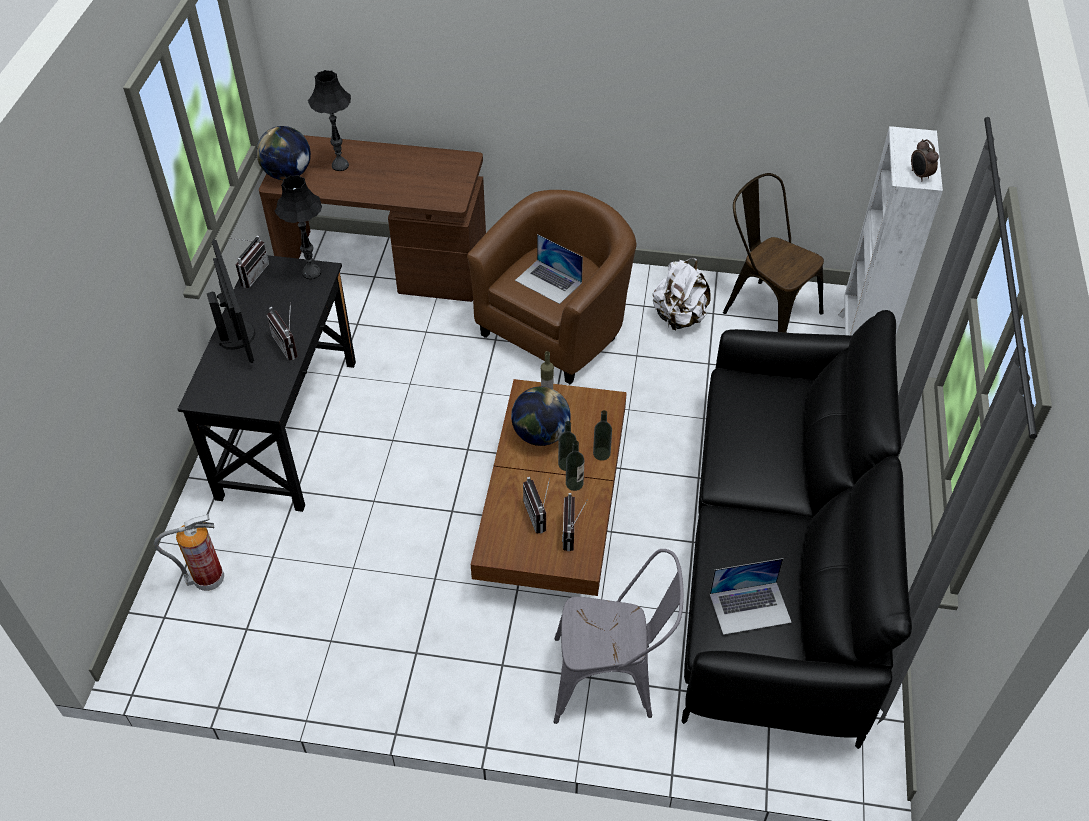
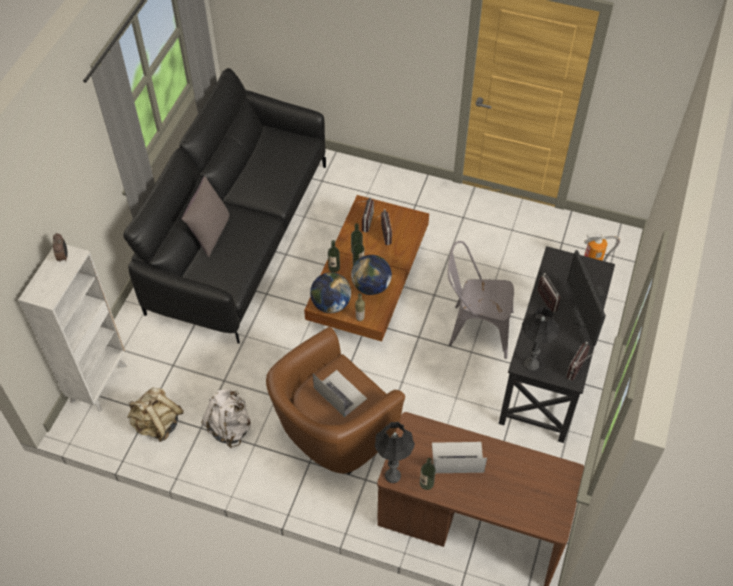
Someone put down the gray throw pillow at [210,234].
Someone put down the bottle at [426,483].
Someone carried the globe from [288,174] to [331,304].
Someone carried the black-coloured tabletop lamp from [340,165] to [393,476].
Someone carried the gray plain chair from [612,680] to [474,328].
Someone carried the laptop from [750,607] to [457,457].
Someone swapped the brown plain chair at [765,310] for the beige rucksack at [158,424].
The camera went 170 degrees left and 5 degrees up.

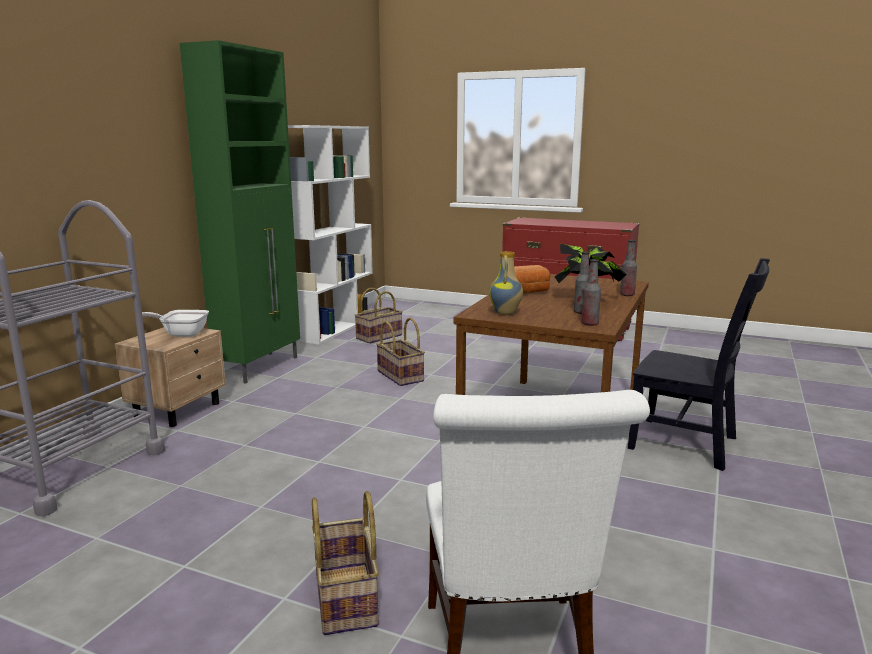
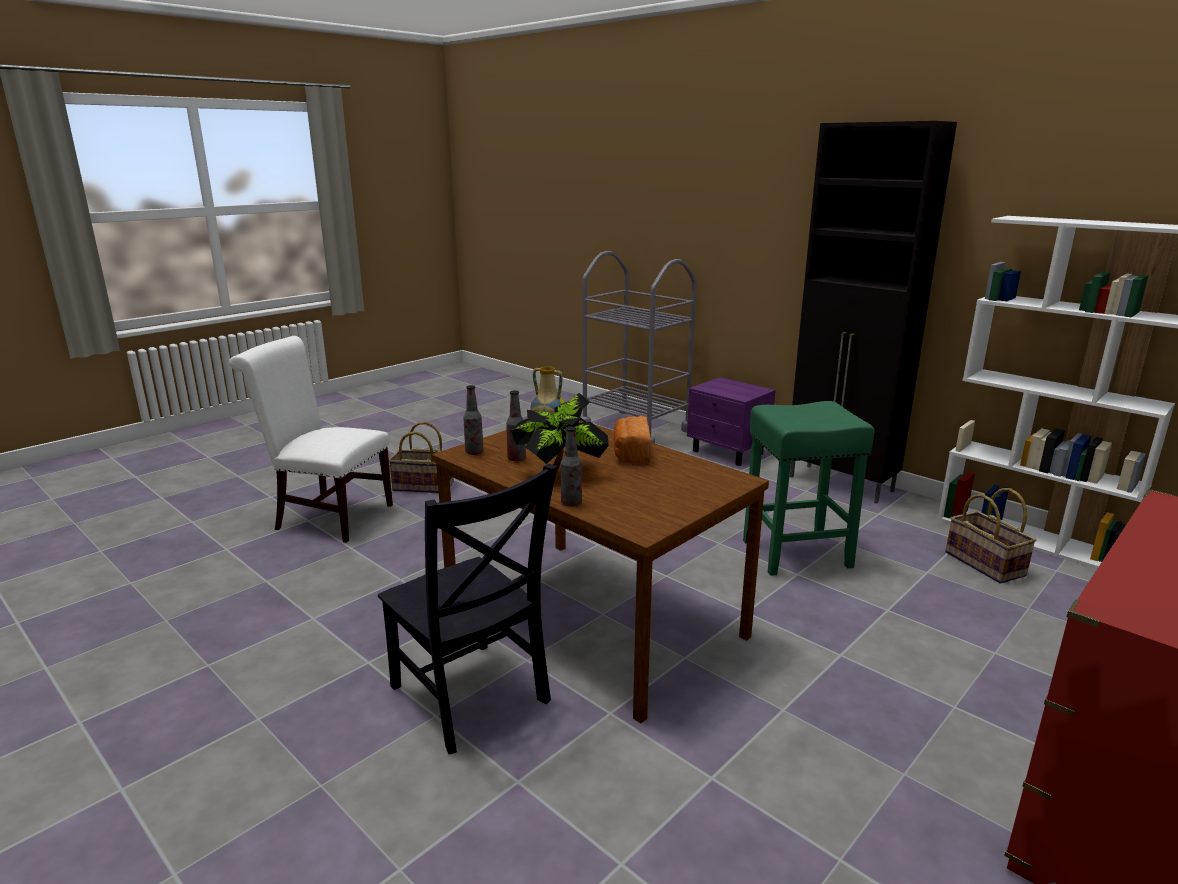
Someone took away the skillet at [181,334].
Someone swapped the storage basket at [401,376] for the green stool at [794,554].
Someone repainted the beige bedside table at [179,410], which became the purple bedside table at [728,452].
Someone repainted the green cupboard at [260,367], which became the black-coloured cupboard at [841,484].
Someone rotated the black-coloured plain chair at [688,444] by 90 degrees counterclockwise.
The camera went 110 degrees right and 5 degrees up.

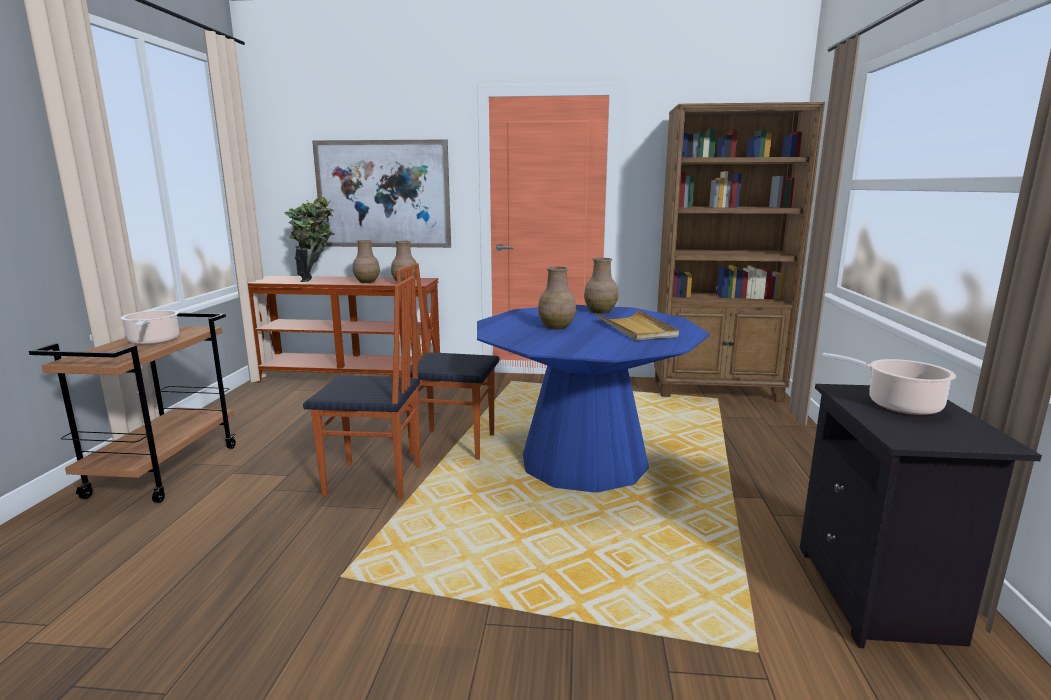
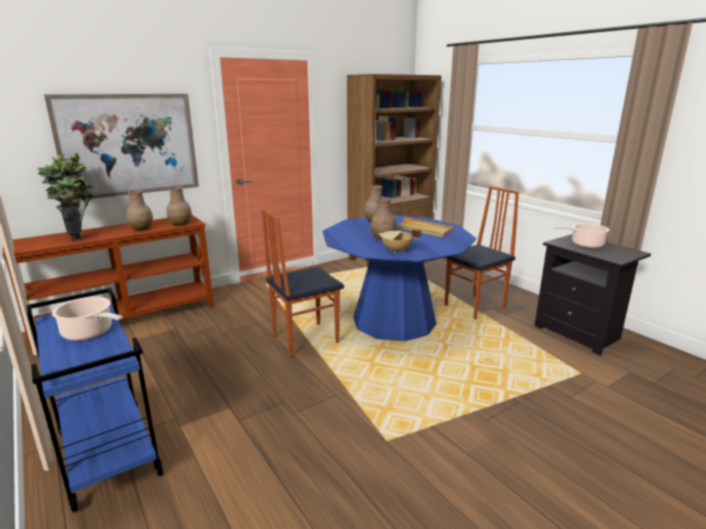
Someone put down the beige saucepot at [396,251].
Someone carried the plain chair from [374,481] to [475,307].
Someone repainted the brown trolley at [165,470], which became the bluish trolley at [107,453].
The camera went 40 degrees left and 5 degrees up.

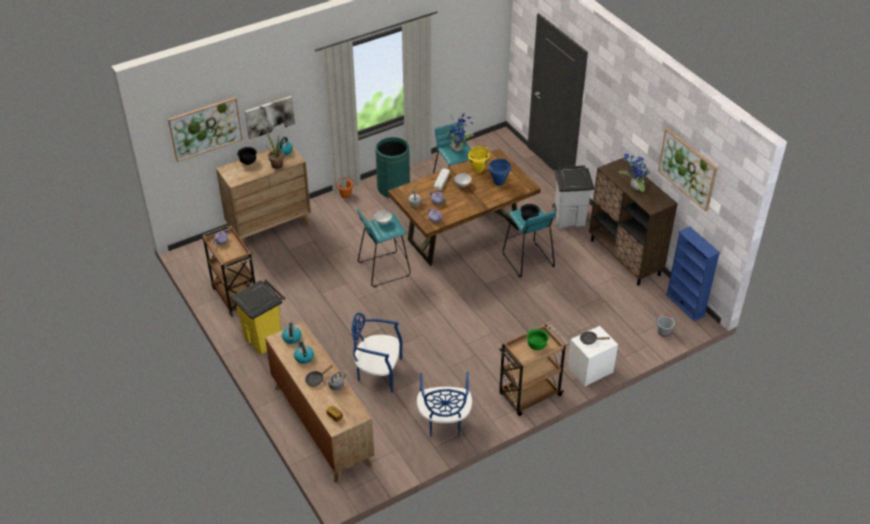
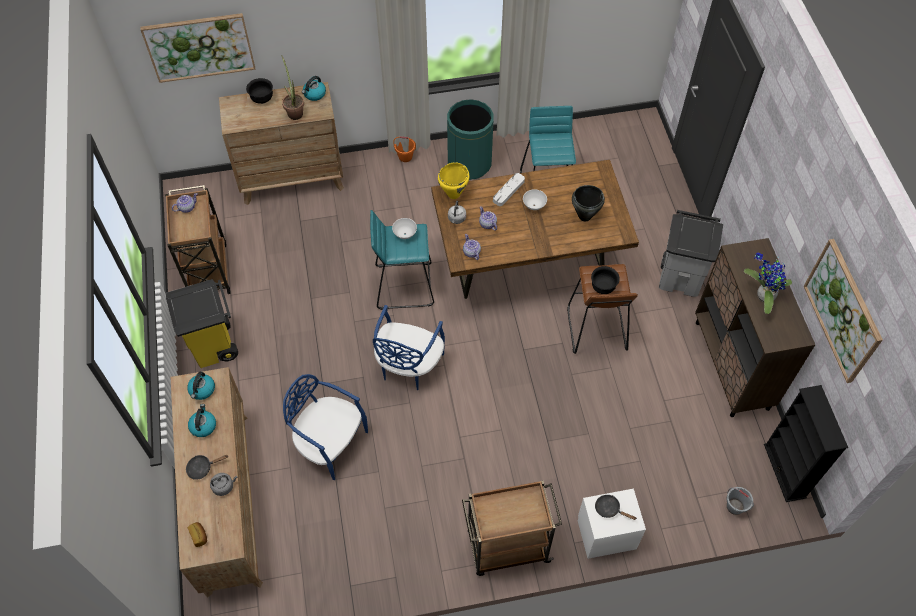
Someone took away the wall art at [269,116].
Someone took away the plant in a pot at [458,148].
Someone took away the green serving bowl at [536,346].
Someone carried the bluish plain chair from [444,422] to [408,366].
Someone carried the yellow-coloured saucepot from [478,170] to [454,194].
Someone repainted the bluish saucepot at [498,182], which became the black-coloured saucepot at [584,216].
Someone repainted the turquoise stool at [527,260], which became the brown stool at [596,329].
Someone repainted the bluish bookshelf at [685,305], which became the black-coloured bookshelf at [784,471].
The camera went 20 degrees right and 15 degrees up.

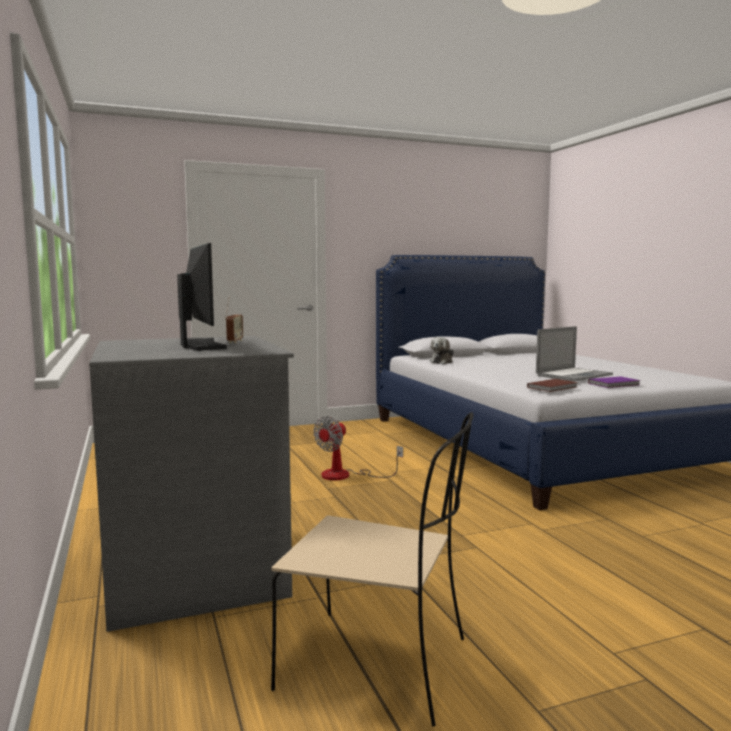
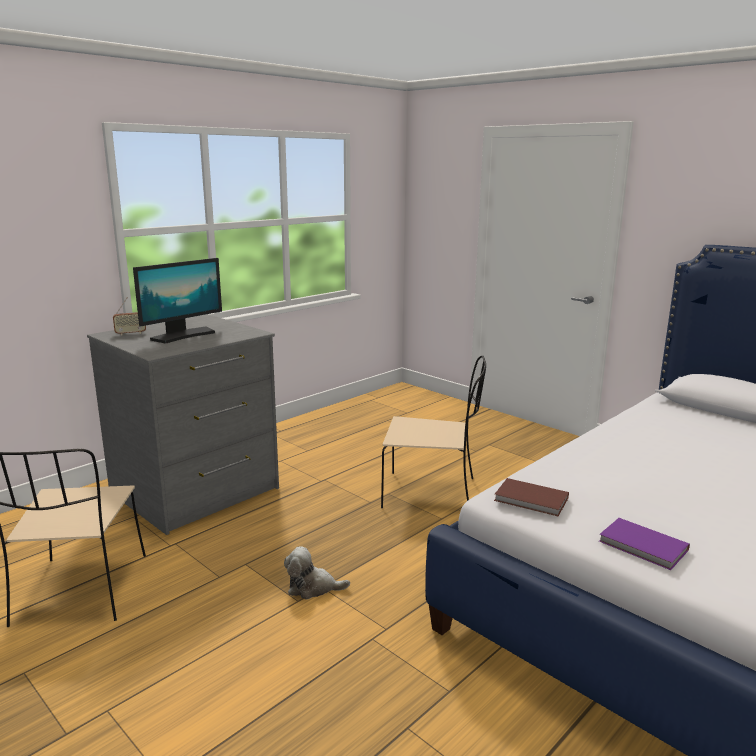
Someone took away the laptop at [574,375].
Someone carried the radio set from [234,342] to [130,333].
Someone carried the soft toy from [442,362] to [312,587].
Someone swapped the electric fan at [346,475] for the beige plain chair at [432,493].
The camera went 65 degrees right and 10 degrees up.

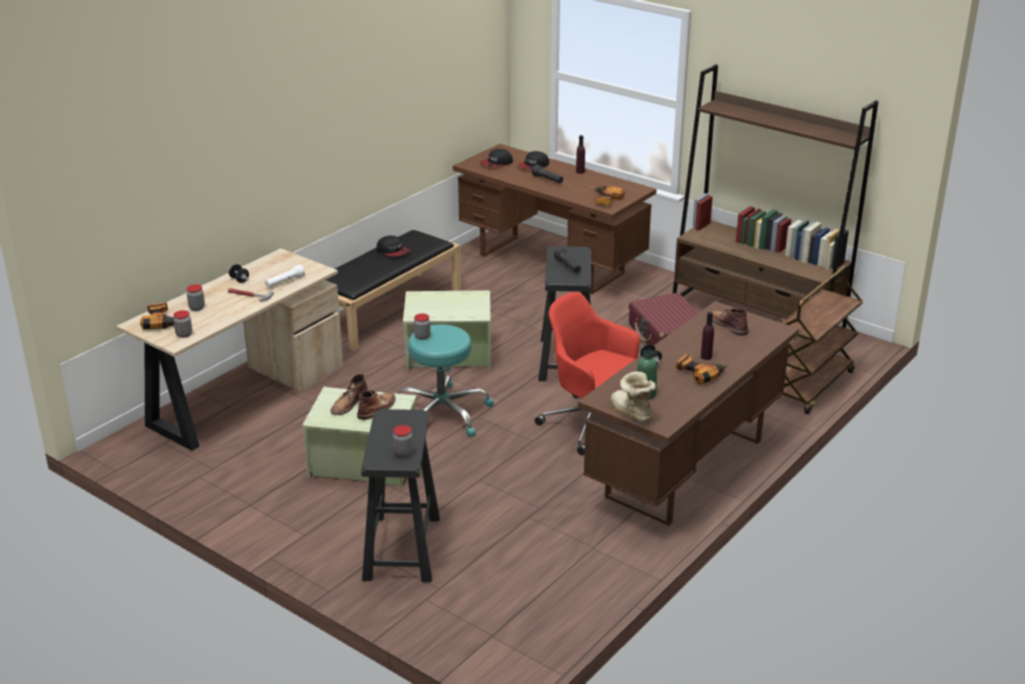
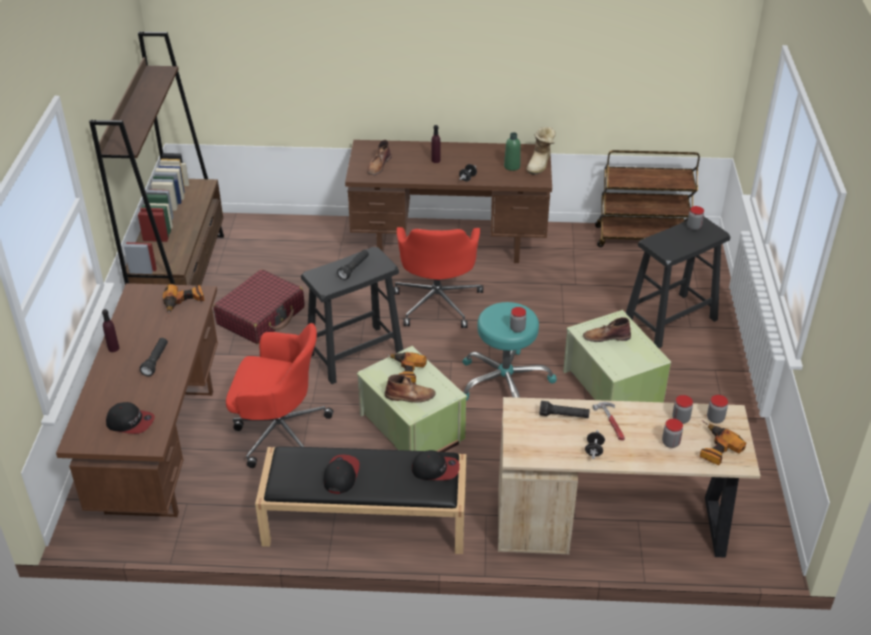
Someone put down the red office chair at [279,432].
Someone put down the preserve jar at [680,419].
Someone carried the brown tall boot from [349,404] to [410,396].
Someone carried the baseball cap from [533,166] to [435,469].
Someone carried the electric drill from [700,372] to [404,371].
Someone carried the brown trolley from [811,387] to [642,237].
Someone repainted the white-coloured hand torch at [284,282], which became the black-coloured hand torch at [564,416].
The camera went 125 degrees left and 10 degrees up.

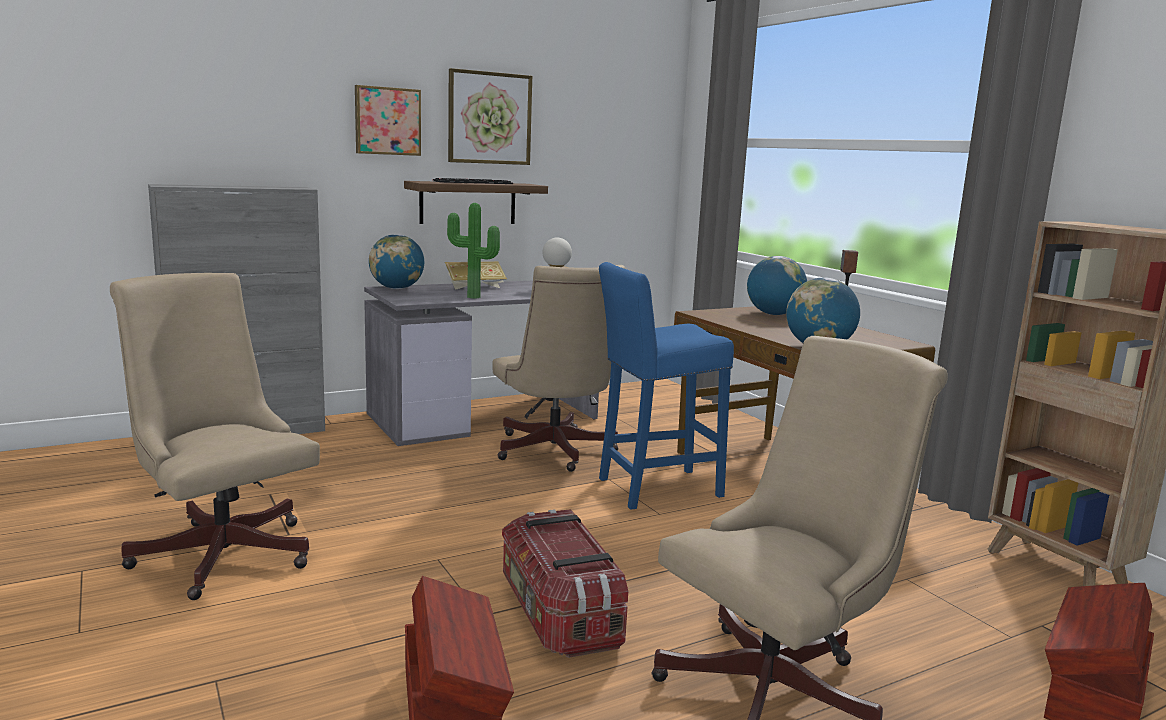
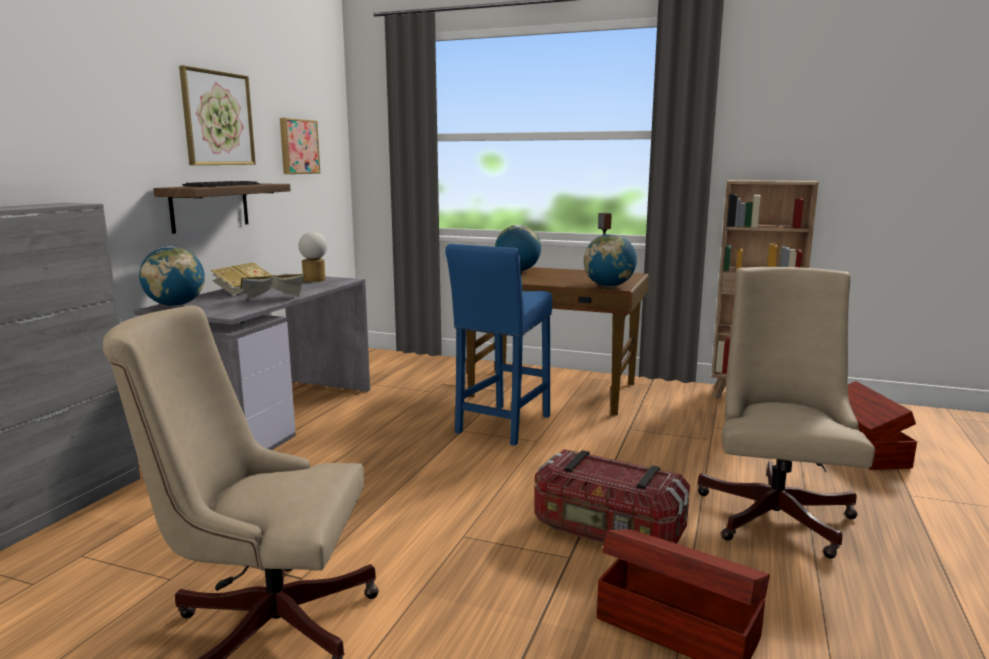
Someone took away the beige office chair at [555,452].
Someone carried the wall art from [387,121] to [298,146].
Someone swapped the plant in a pot at [472,297] for the volume at [274,299].
The camera went 40 degrees left and 0 degrees up.

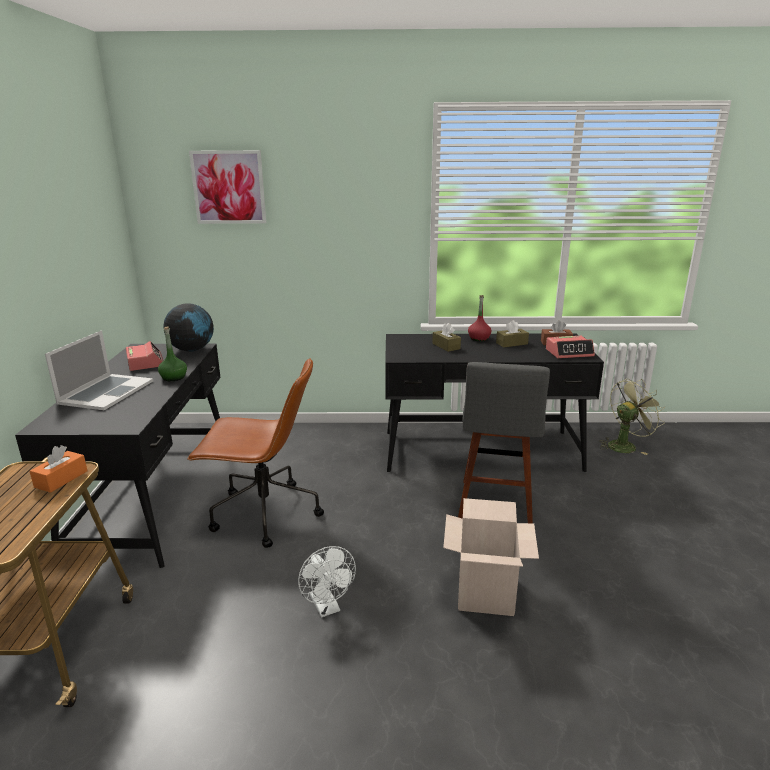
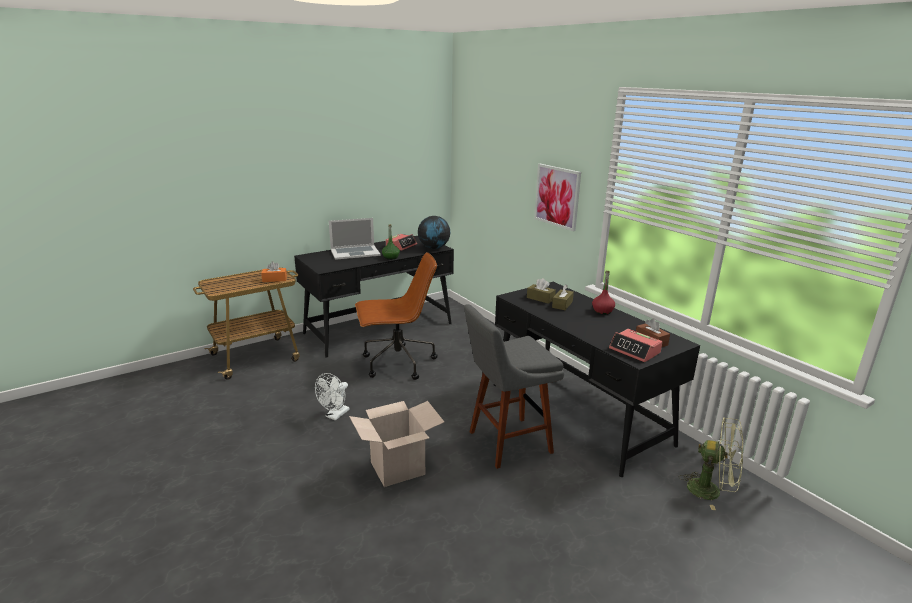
Someone carried the wall art from [229,187] to [557,196].
Someone carried the brown tissue box from [512,343] to [540,298].
Someone rotated the brown office chair at [263,514] by 75 degrees counterclockwise.
The camera went 55 degrees right and 0 degrees up.

